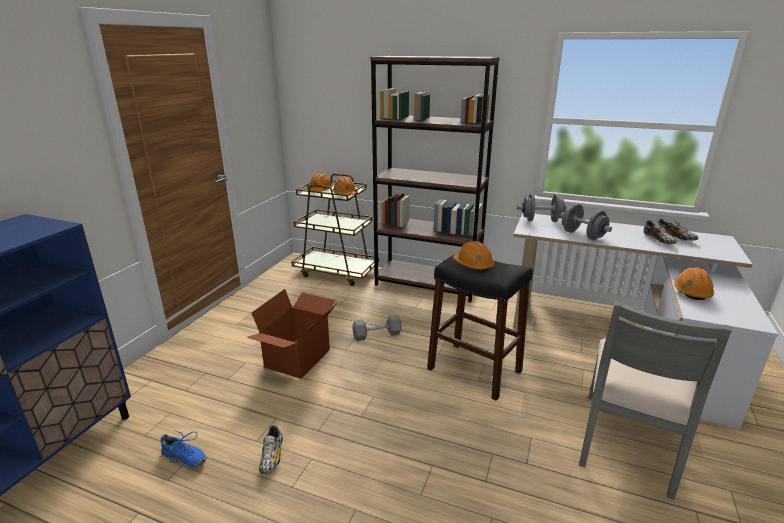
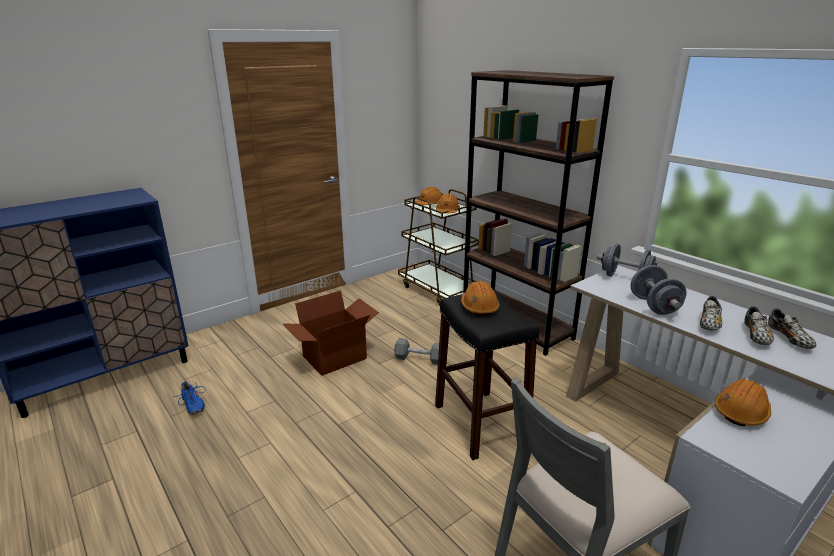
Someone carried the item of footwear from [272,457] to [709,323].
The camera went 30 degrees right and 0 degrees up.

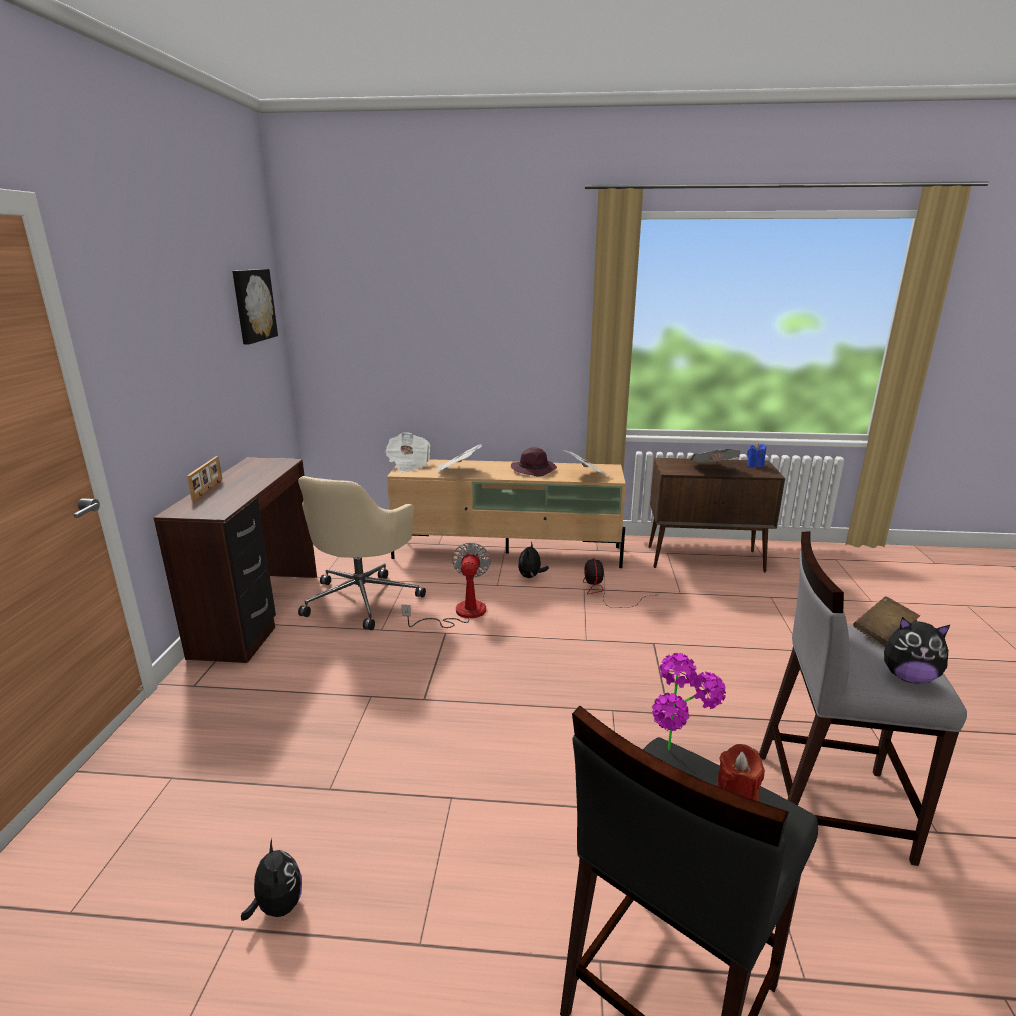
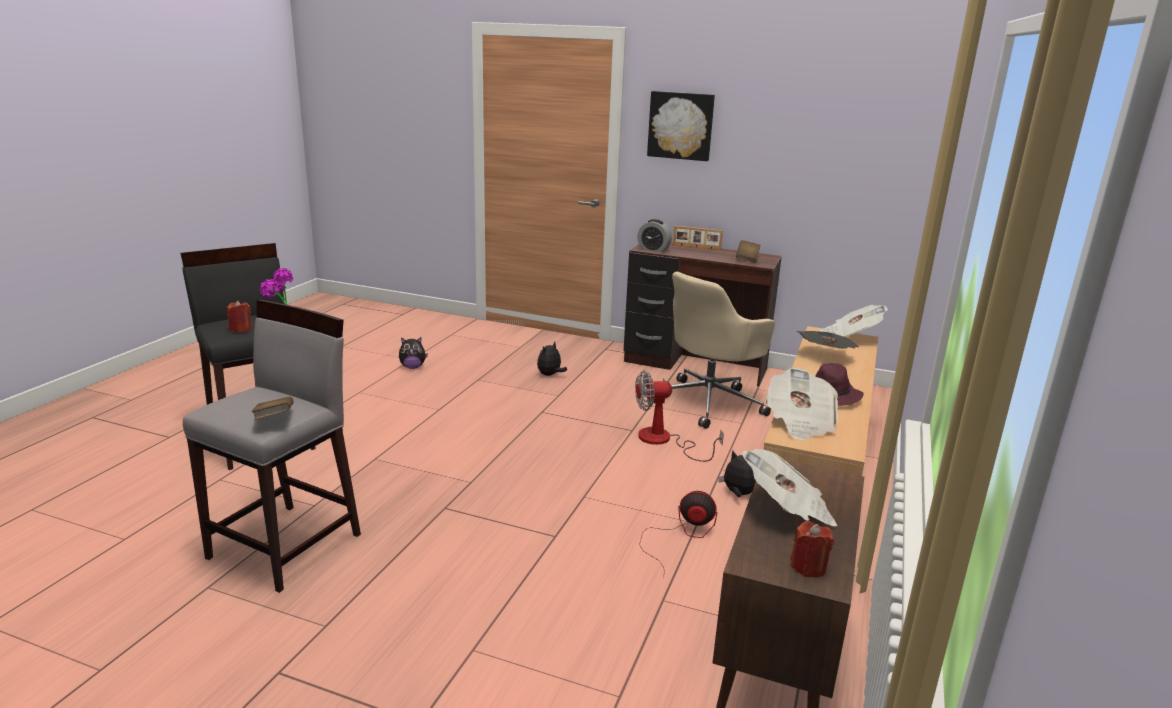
Someone put down the alarm clock at [653,249].
Someone put down the brown volume at [747,259].
Someone carried the wall art from [253,305] to [681,125].
Someone carried the soft toy from [908,677] to [550,375].
Someone repainted the bluish candle at [755,465], which became the red candle at [808,567].
Someone rotated the beige office chair at [363,598] by 75 degrees counterclockwise.
Someone rotated the electric fan at [460,613] by 150 degrees clockwise.
The camera went 105 degrees right and 0 degrees up.

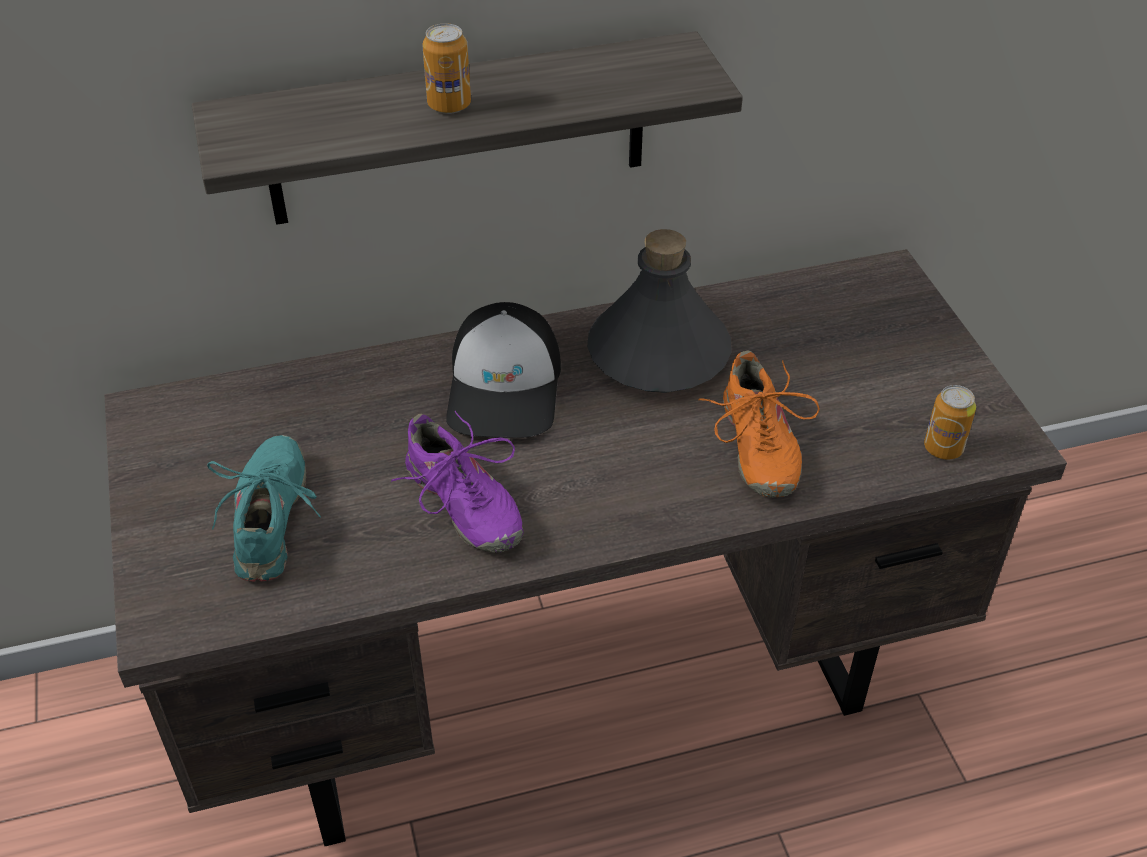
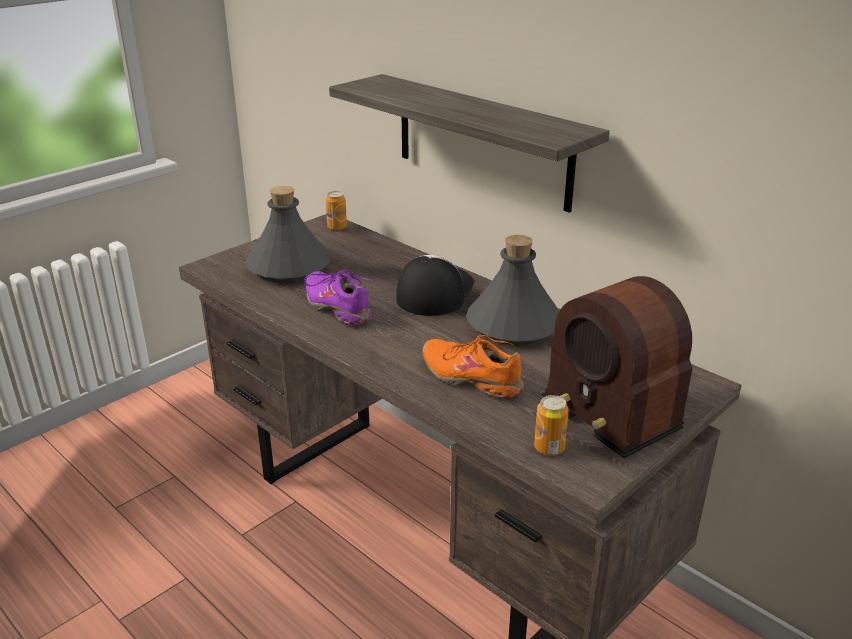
Someone put down the radio set at [616,397].
Someone carried the can from [449,105] to [337,227].
Someone swapped the turquoise item of footwear at [272,519] for the gray bottle at [288,267].
Someone rotated the purple item of footwear at [463,505] by 120 degrees clockwise.
Someone rotated the baseball cap at [505,388] by 135 degrees clockwise.
Someone rotated the orangey item of footwear at [756,447] by 75 degrees clockwise.
The camera went 60 degrees right and 15 degrees down.

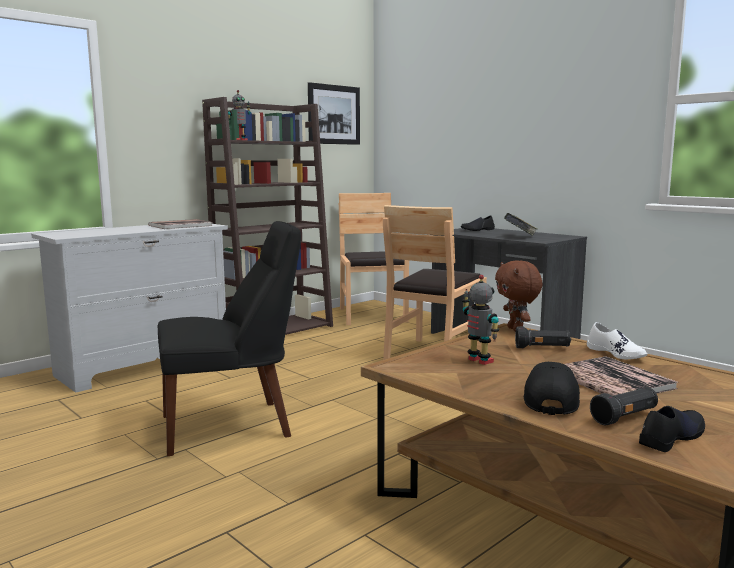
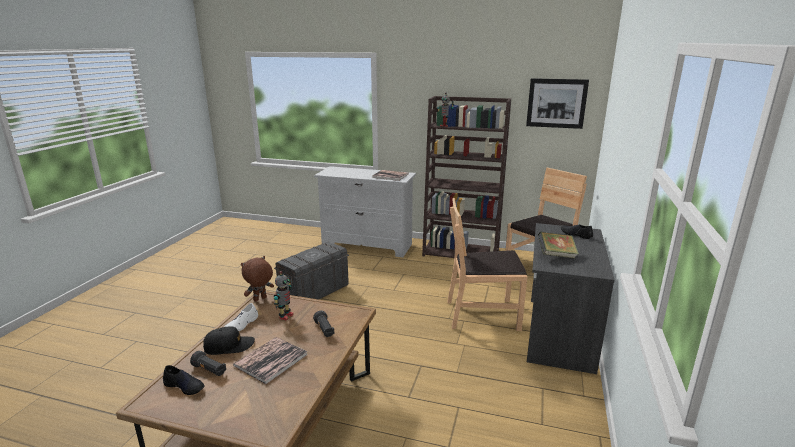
Someone carried the brown soft toy from [516,330] to [260,299].
Someone carried the white-coloured item of footwear from [616,353] to [241,324].
Someone swapped the black-coloured plain chair at [232,426] for the gray storage box at [314,293].
The camera went 60 degrees right and 10 degrees up.

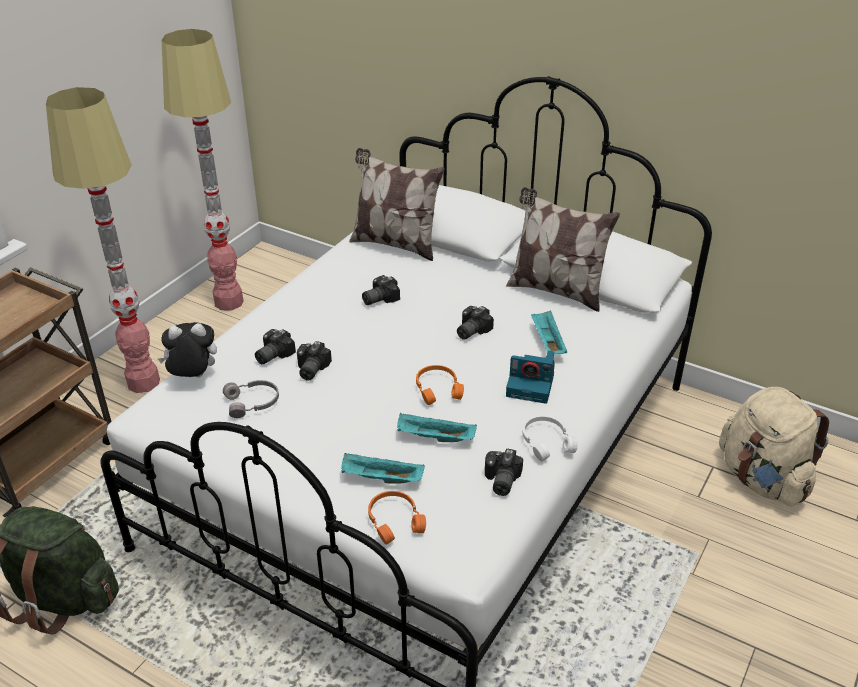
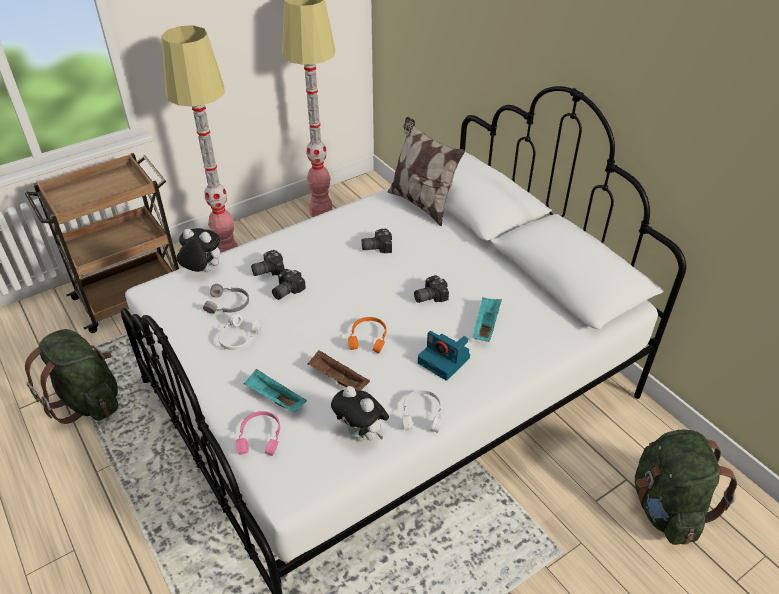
Someone took away the throw pillow at [555,290].
Someone put down the white-coloured headset at [239,337].
Someone swapped the photo camera at [500,481] for the soft toy at [362,434].
Someone repainted the orangey headset at [395,521], which became the pink-coloured headset at [261,437].
Someone repainted the turquoise serving tray at [434,438], which became the brown serving tray at [337,379].
Someone repainted the beige rucksack at [762,479], which became the green rucksack at [666,508].
The camera went 25 degrees right and 5 degrees up.

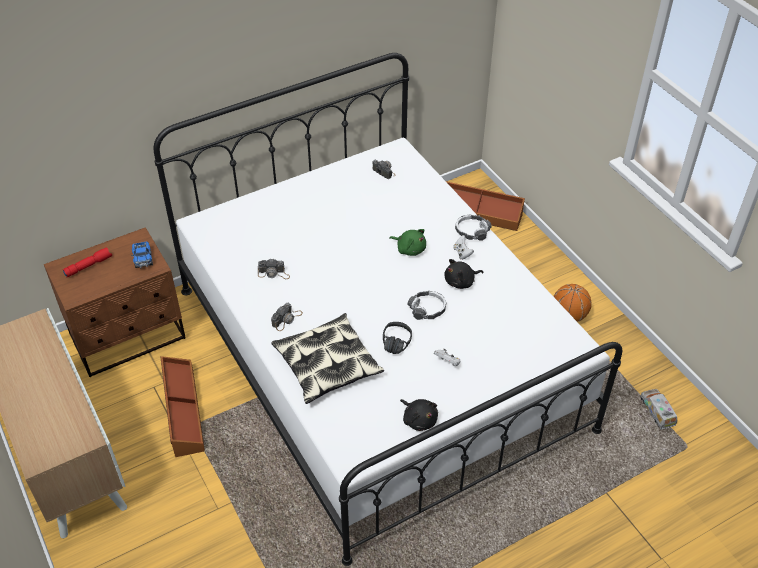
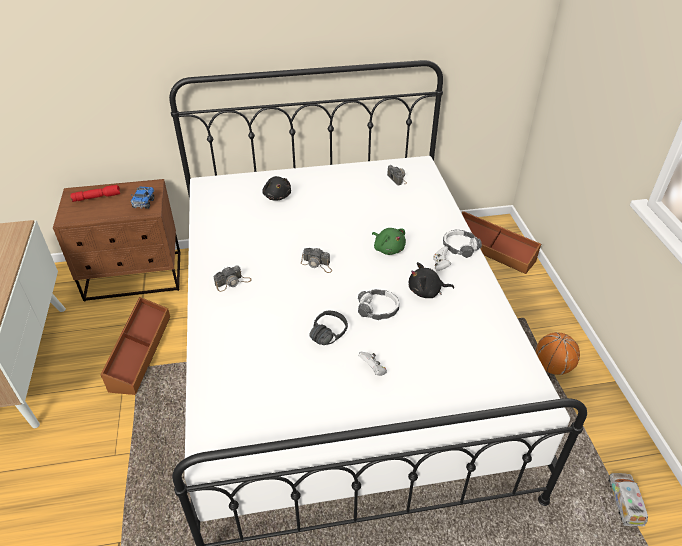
Someone took away the throw pillow at [327,365].
Someone carried the photo camera from [274,273] to [317,264].
Someone carried the black-coloured soft toy from [419,419] to [277,196].
The camera went 20 degrees right and 5 degrees down.

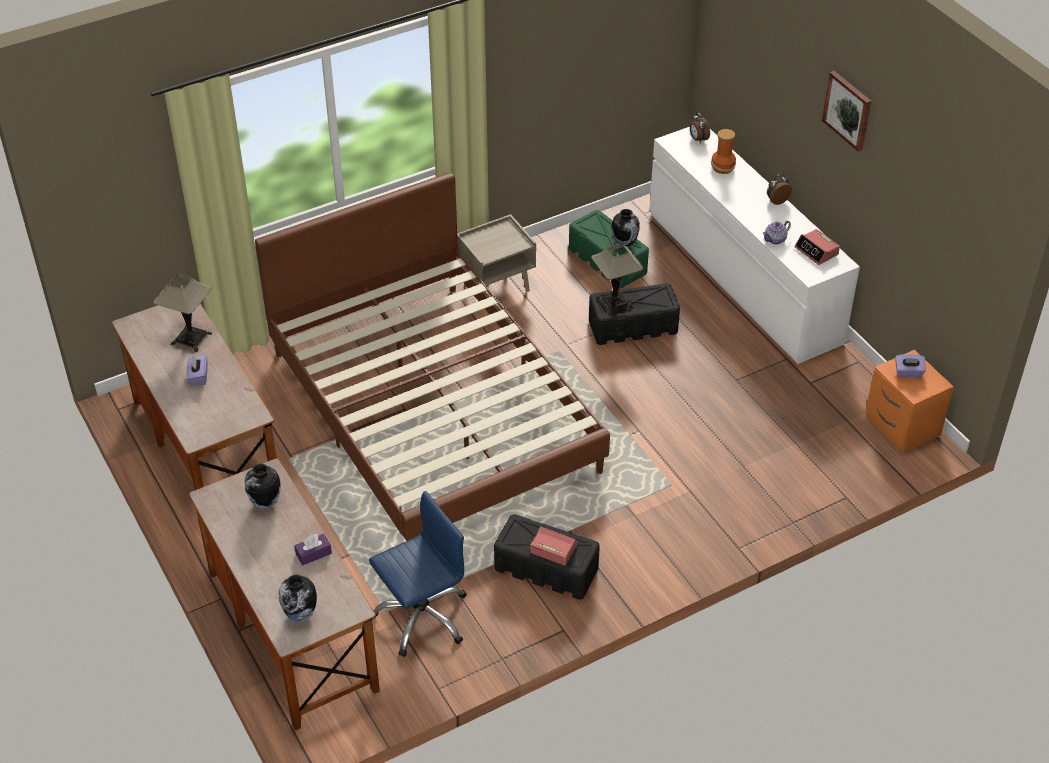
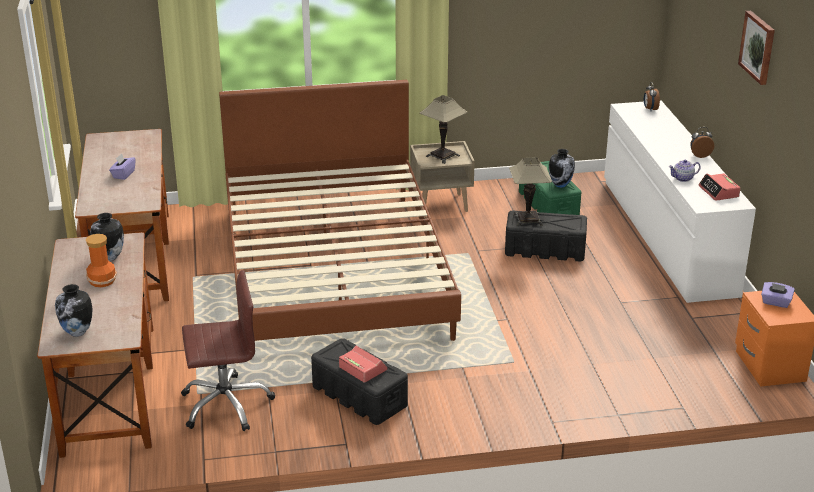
Someone took away the purple tissue box at [313,553].
Someone carried the tabletop lamp from [191,338] to [443,156].
Someone carried the flower vase from [722,167] to [102,280].
Someone repainted the bluish office chair at [421,616], which became the brown office chair at [226,404].
The camera went 20 degrees right and 15 degrees down.

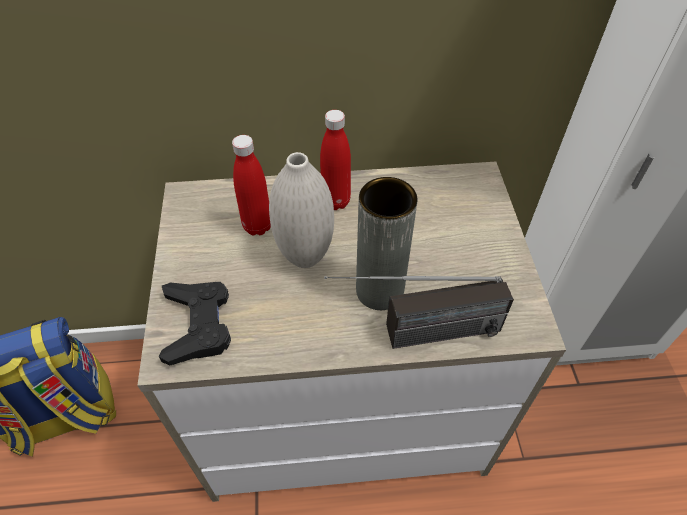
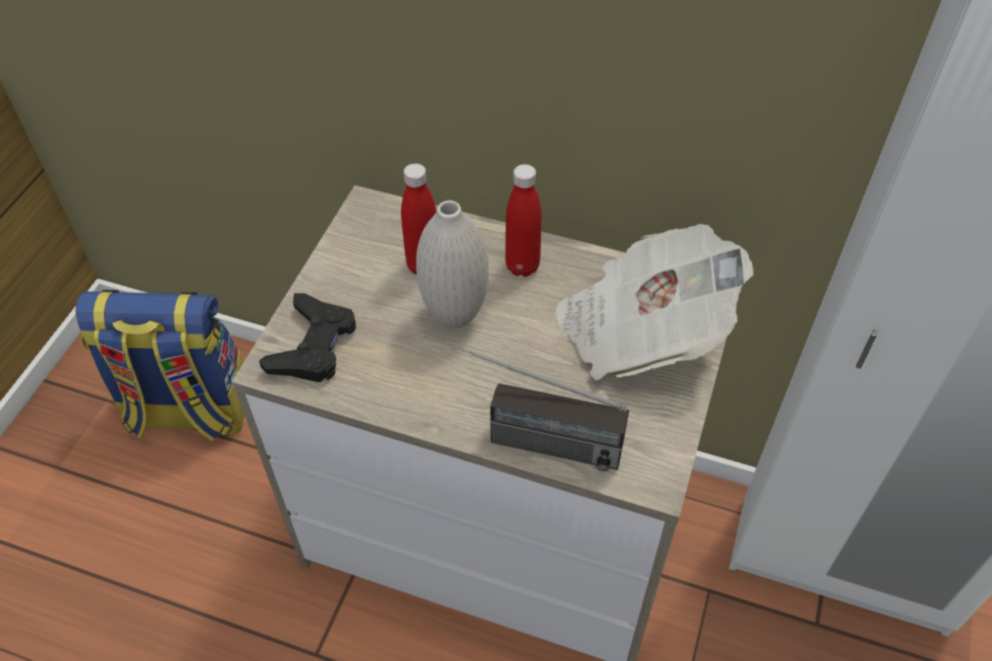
Someone took away the gray flower vase at [379,290].
Someone put down the daily paper at [642,330].
The camera went 25 degrees right and 0 degrees up.

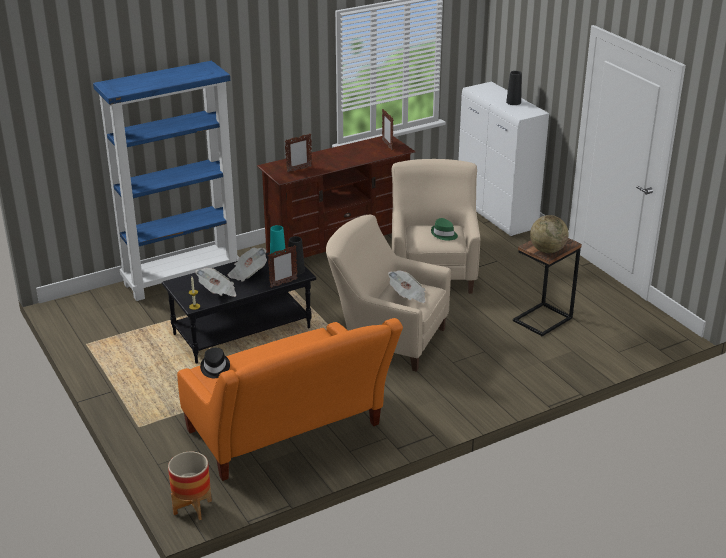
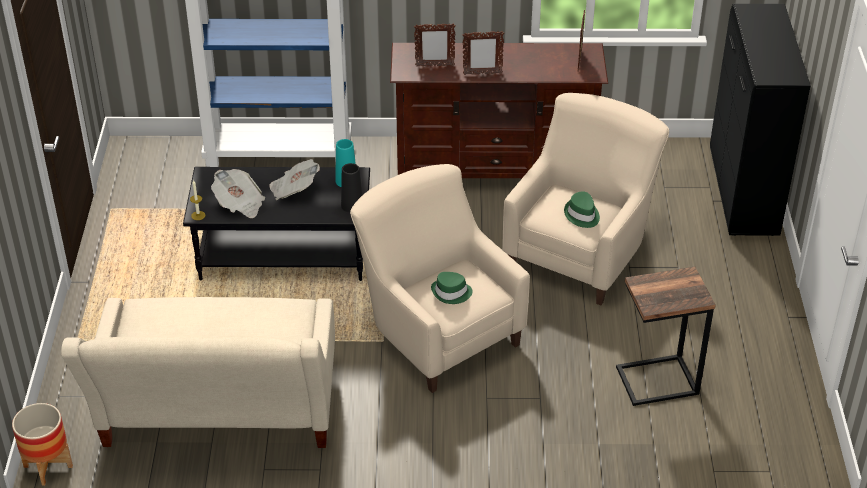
Someone took away the black-coloured wearable hat at [214,368].
Someone took away the black-coloured flower vase at [513,102].
Someone took away the globe at [547,250].
Someone carried the picture frame from [283,283] to [482,74].
Someone swapped the daily paper at [407,296] for the green wearable hat at [451,293].
Someone repainted the orangey couch at [289,434], which became the beige couch at [219,417].
Someone repainted the white-coloured cupboard at [497,215], which became the black-coloured cupboard at [743,194].
The camera went 30 degrees right and 10 degrees up.

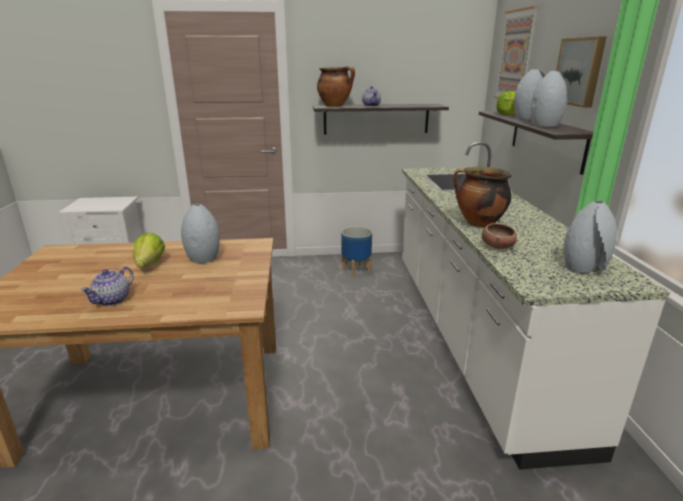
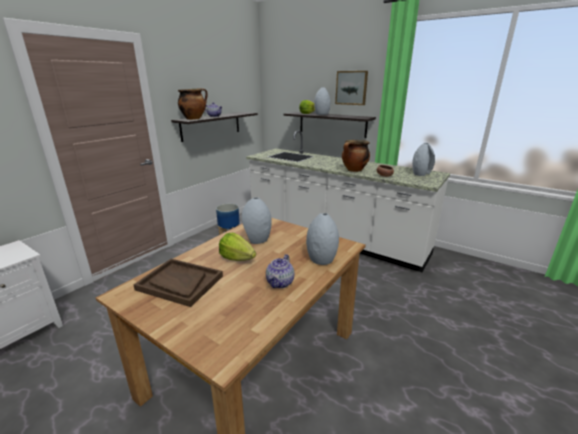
Someone took away the wall art at [515,56].
Someone put down the brown serving tray at [179,283].
Someone carried the gray flower vase from [543,125] to [321,259].
Someone rotated the teapot at [112,300] by 45 degrees clockwise.
The camera went 50 degrees left and 0 degrees up.

